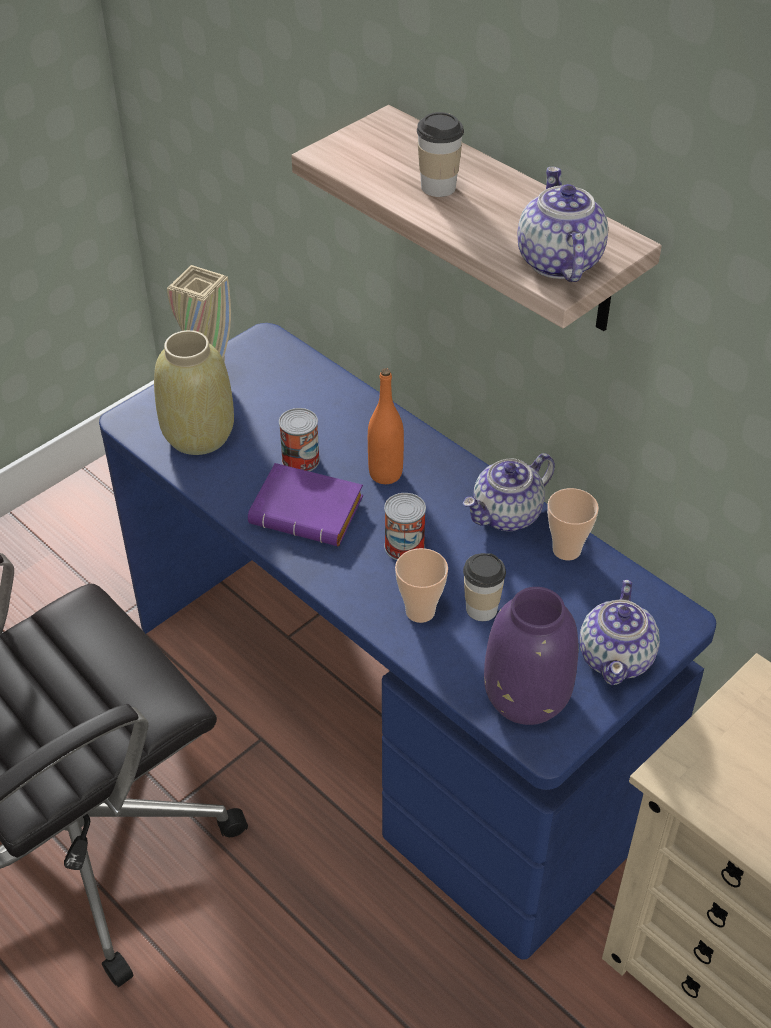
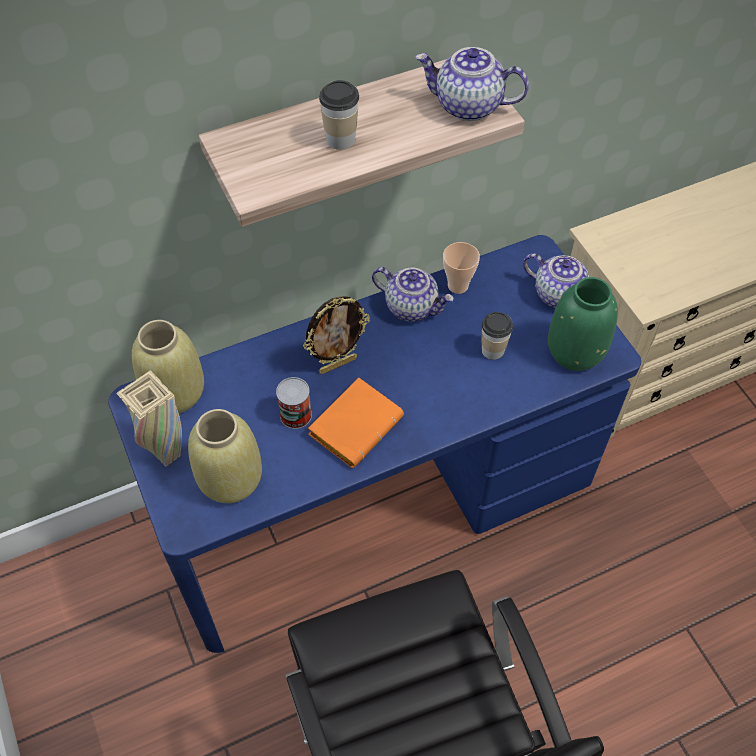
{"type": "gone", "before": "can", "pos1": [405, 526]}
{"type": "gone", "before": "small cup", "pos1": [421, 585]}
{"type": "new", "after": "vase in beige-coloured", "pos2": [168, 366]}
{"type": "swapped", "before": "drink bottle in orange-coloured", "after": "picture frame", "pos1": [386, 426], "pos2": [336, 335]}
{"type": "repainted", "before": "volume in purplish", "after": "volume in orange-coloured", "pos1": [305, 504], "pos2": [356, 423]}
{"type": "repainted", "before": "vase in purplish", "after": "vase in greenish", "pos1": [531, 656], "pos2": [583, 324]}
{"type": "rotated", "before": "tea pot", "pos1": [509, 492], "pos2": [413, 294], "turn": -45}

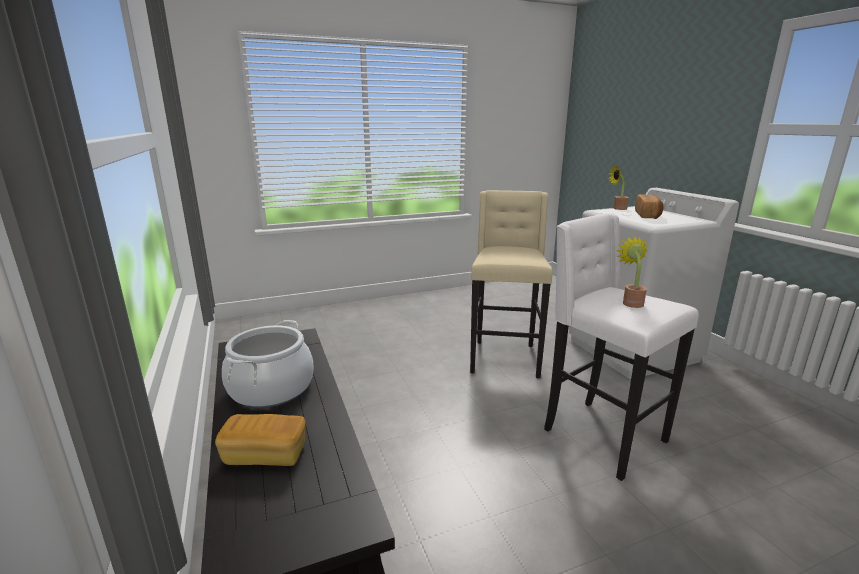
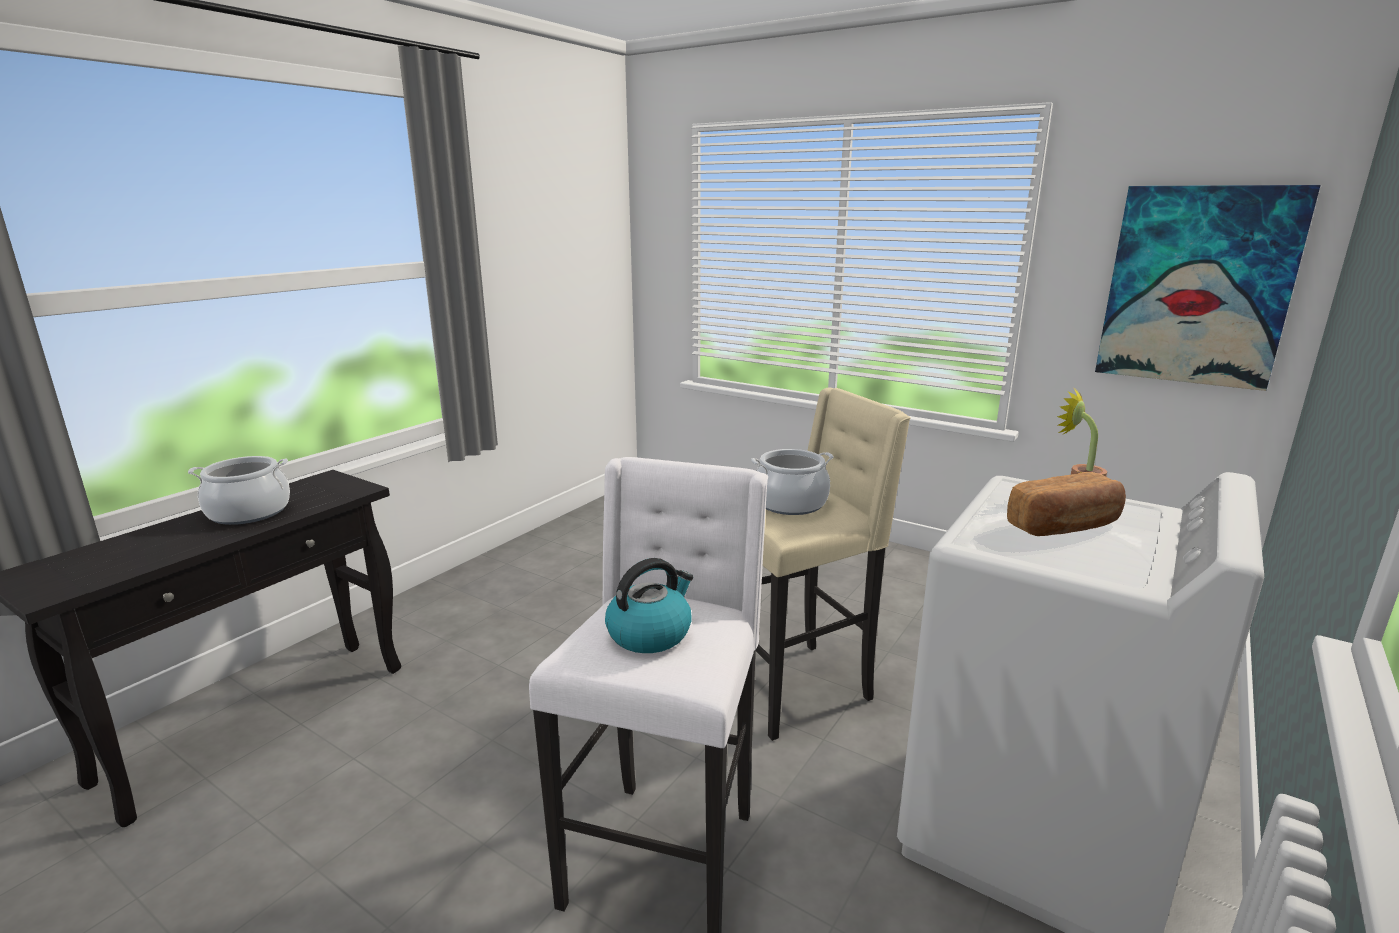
{"type": "gone", "before": "bakery bread", "pos1": [260, 440]}
{"type": "new", "after": "cooking pot", "pos2": [792, 482]}
{"type": "new", "after": "picture", "pos2": [1208, 288]}
{"type": "swapped", "before": "potted plant", "after": "water kettle", "pos1": [631, 272], "pos2": [649, 605]}

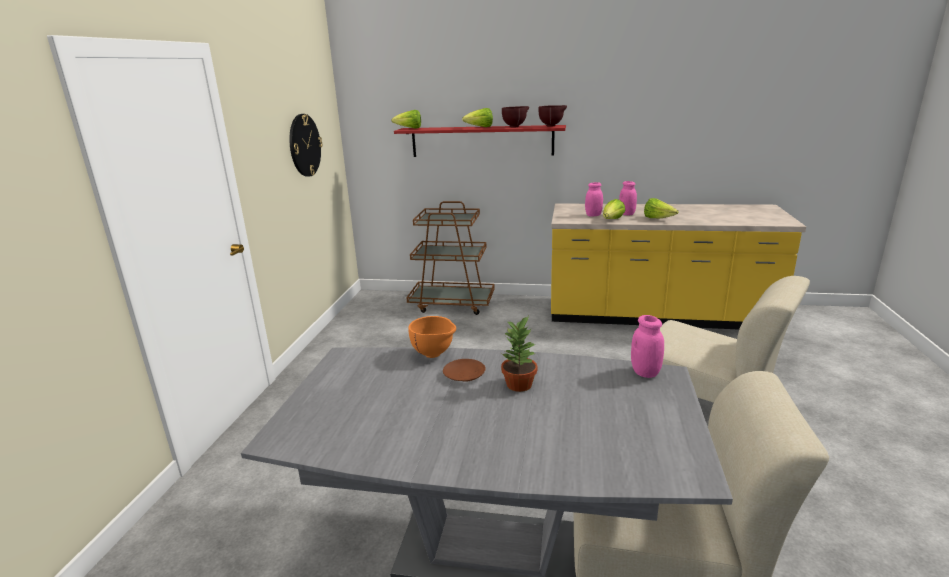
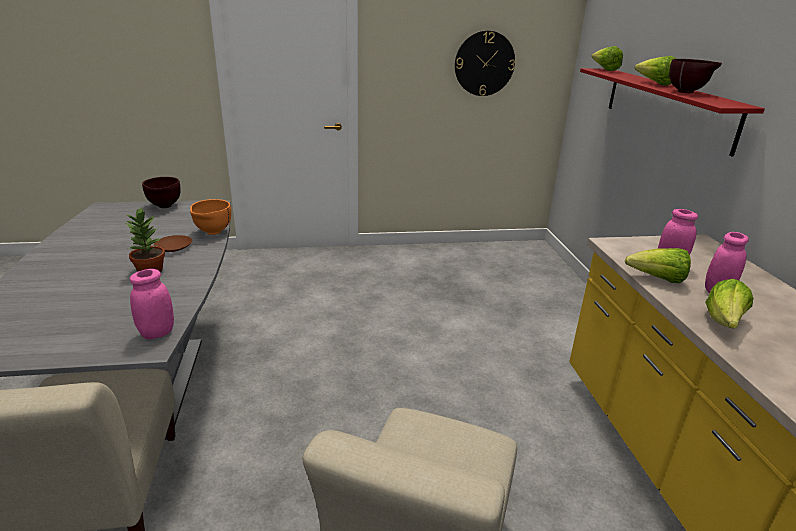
{"type": "gone", "before": "wheeled cart in brown", "pos1": [450, 258]}
{"type": "shifted", "before": "deep dish in brown", "pos1": [552, 116], "pos2": [161, 192]}

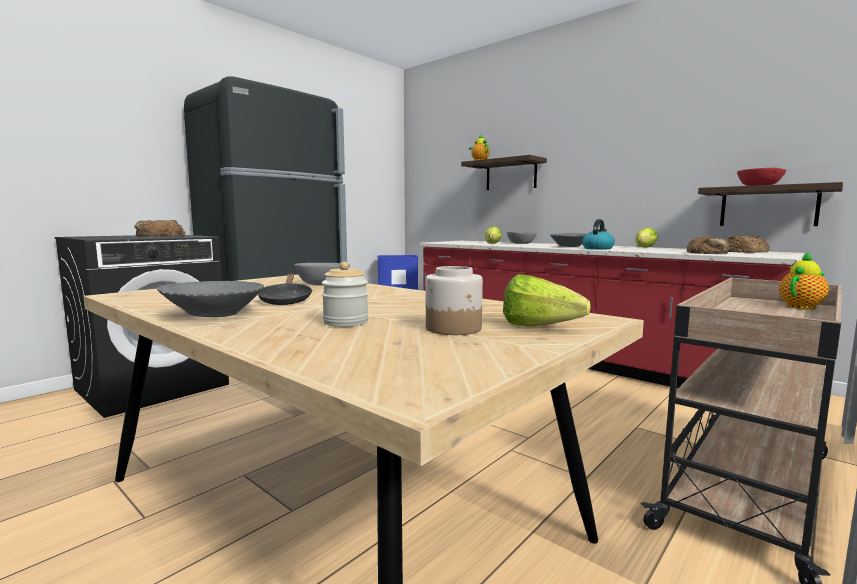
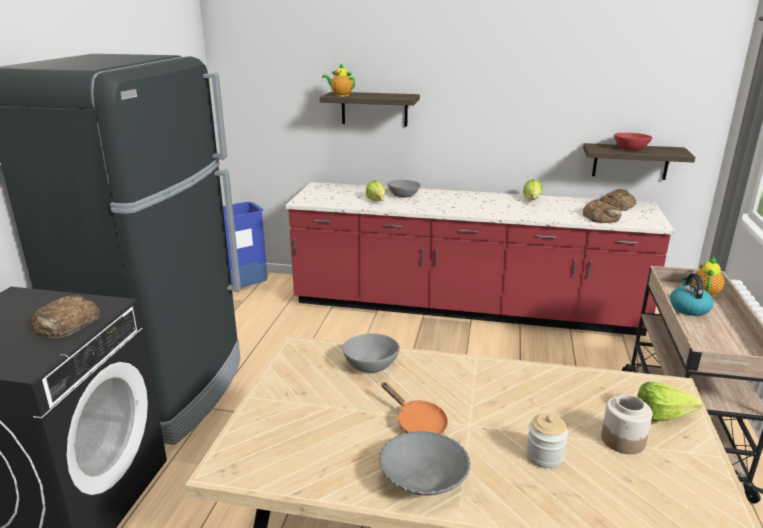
{"type": "gone", "before": "deep dish in gray", "pos1": [568, 240]}
{"type": "shifted", "before": "water kettle", "pos1": [598, 234], "pos2": [691, 294]}
{"type": "repainted", "before": "frying pan in blackish", "after": "frying pan in orange-coloured", "pos1": [285, 289], "pos2": [414, 408]}

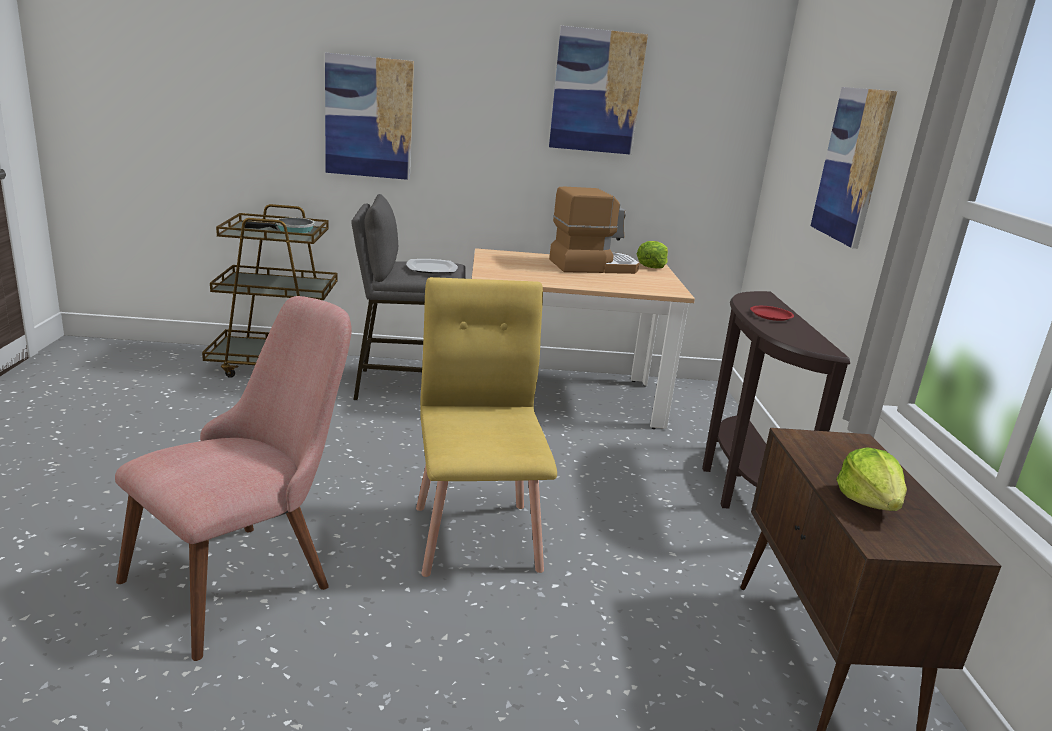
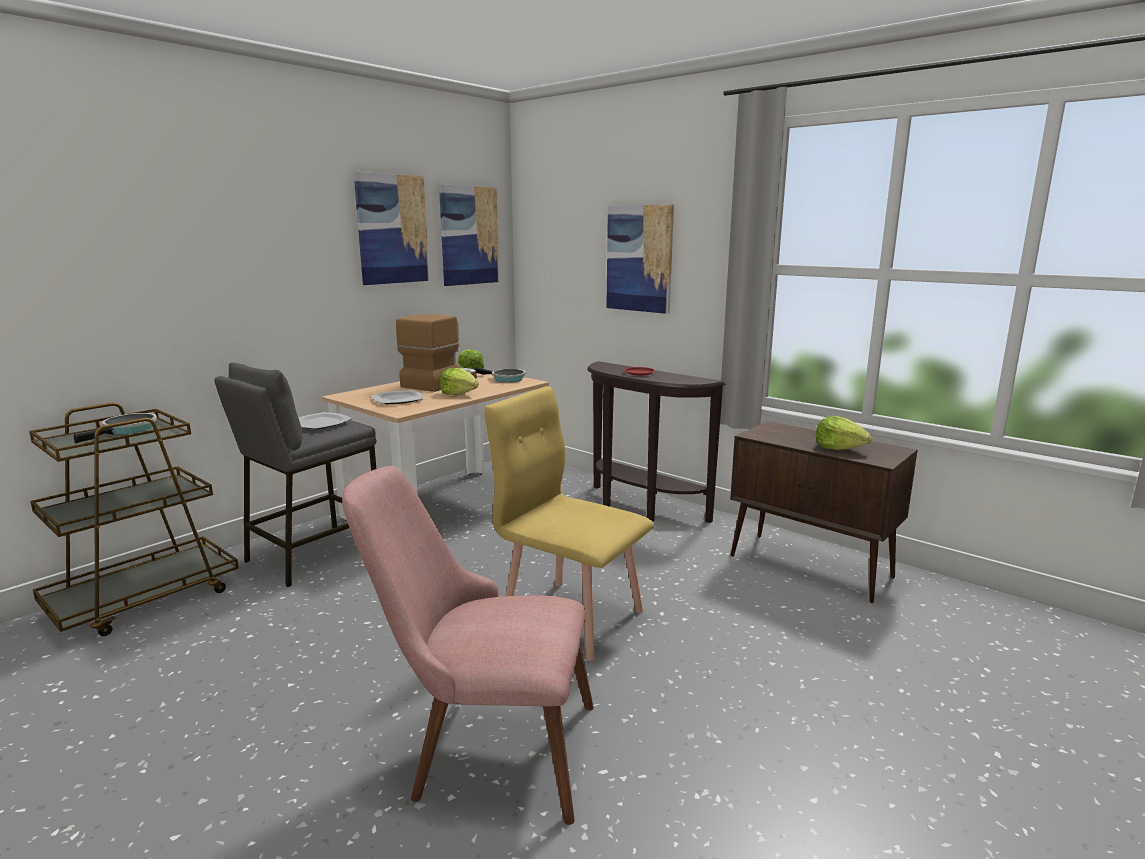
{"type": "new", "after": "flat dish", "pos2": [398, 397]}
{"type": "new", "after": "head of lettuce", "pos2": [459, 381]}
{"type": "new", "after": "frying pan", "pos2": [500, 375]}
{"type": "shifted", "before": "picture", "pos1": [369, 116], "pos2": [469, 235]}
{"type": "rotated", "before": "upright chair in pink", "pos1": [233, 478], "pos2": [468, 645], "turn": -75}

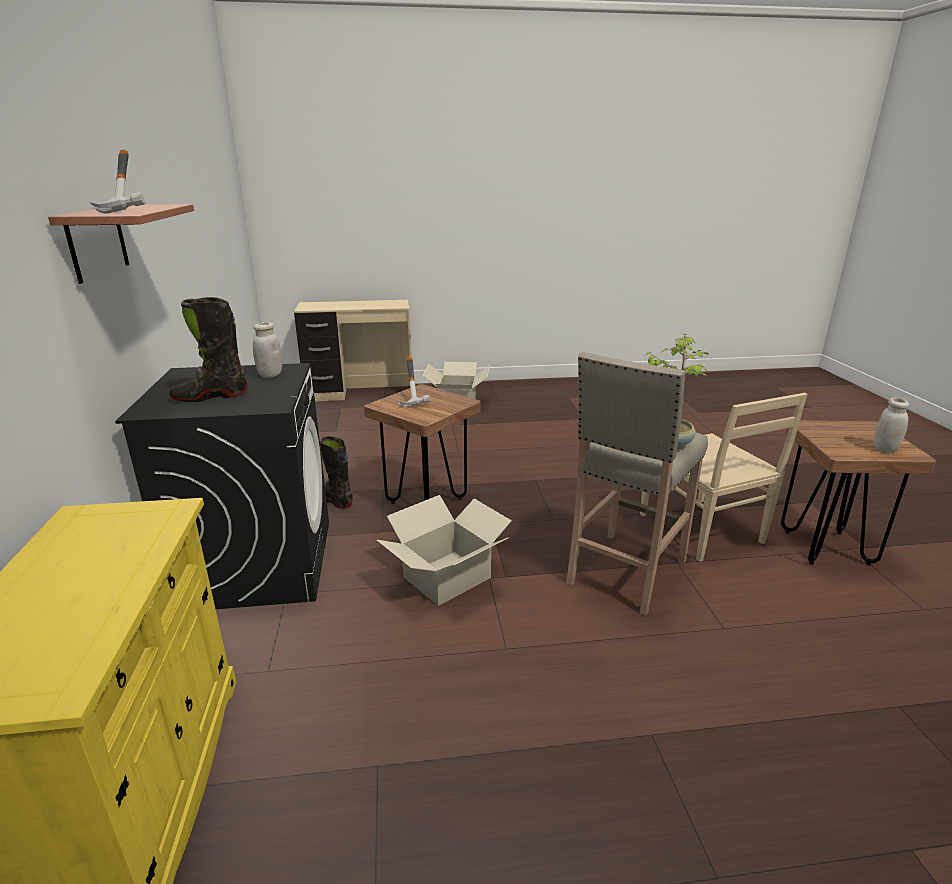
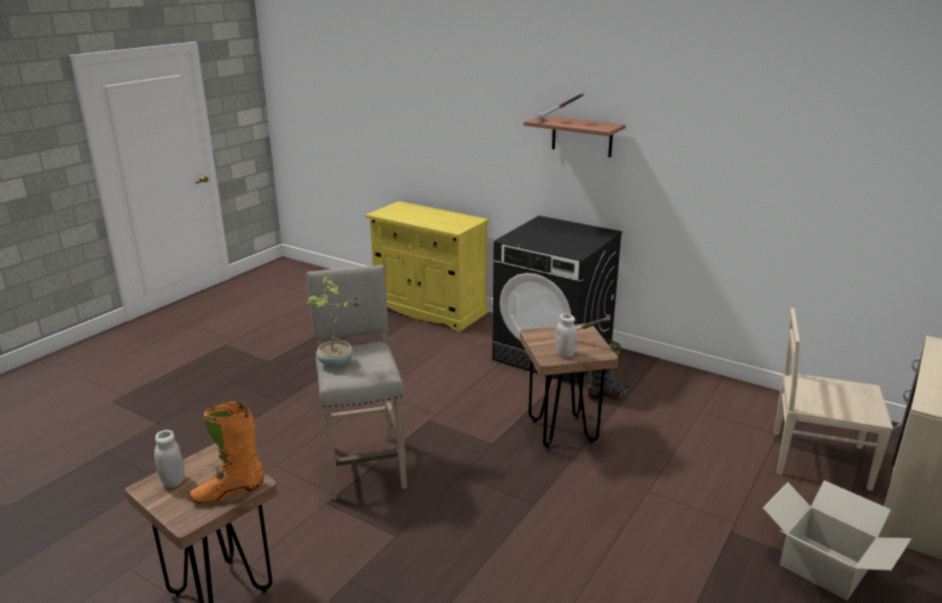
{"type": "gone", "before": "tall boot in blackish", "pos1": [207, 349]}
{"type": "gone", "before": "cardboard box", "pos1": [444, 550]}
{"type": "new", "after": "tall boot in orange-coloured", "pos2": [226, 453]}
{"type": "shifted", "before": "preserve jar in white-coloured", "pos1": [267, 350], "pos2": [566, 335]}
{"type": "shifted", "before": "upright chair in beige-coloured", "pos1": [724, 477], "pos2": [833, 399]}

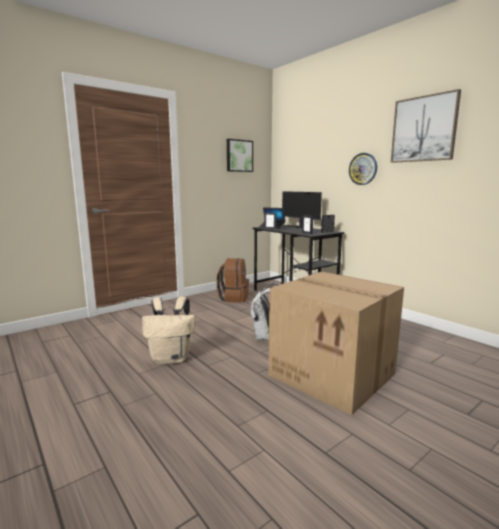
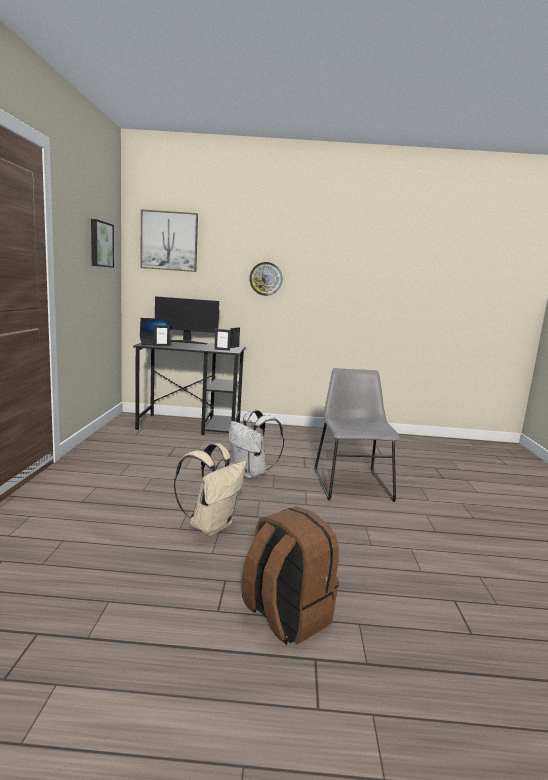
{"type": "shifted", "before": "backpack in brown", "pos1": [232, 280], "pos2": [290, 575]}
{"type": "shifted", "before": "picture", "pos1": [426, 126], "pos2": [169, 240]}
{"type": "swapped", "before": "cardboard box", "after": "upright chair in gray", "pos1": [336, 343], "pos2": [357, 435]}

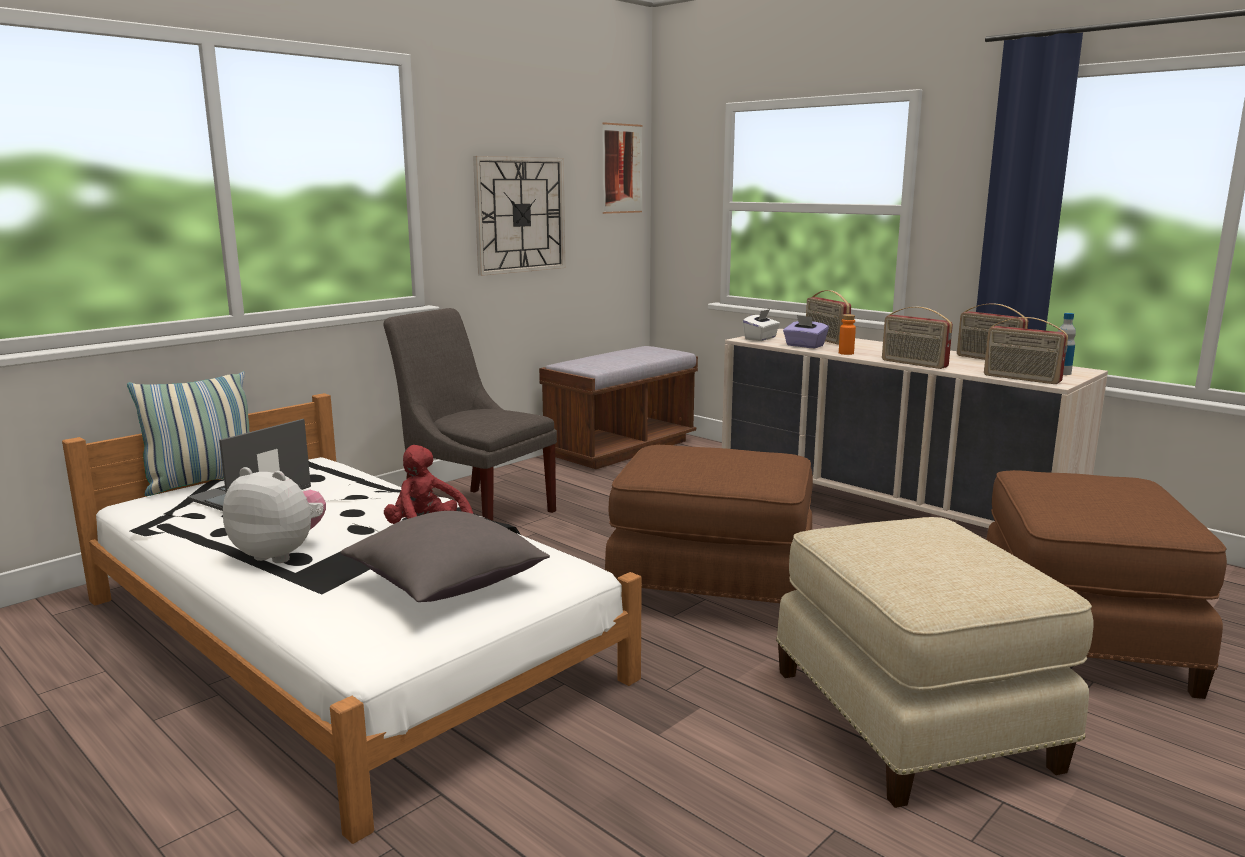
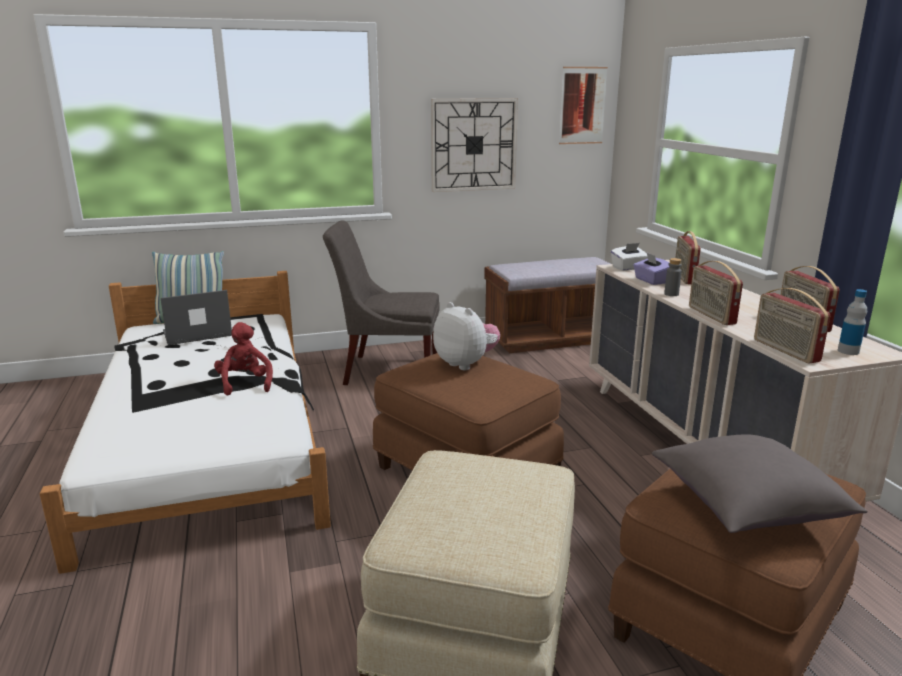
{"type": "shifted", "before": "plush toy", "pos1": [274, 515], "pos2": [466, 336]}
{"type": "shifted", "before": "pillow in gray", "pos1": [445, 556], "pos2": [759, 483]}
{"type": "repainted", "before": "drink bottle in orange-coloured", "after": "drink bottle in gray", "pos1": [847, 334], "pos2": [673, 277]}
{"type": "rotated", "before": "upright chair in gray", "pos1": [470, 414], "pos2": [381, 302], "turn": -60}

